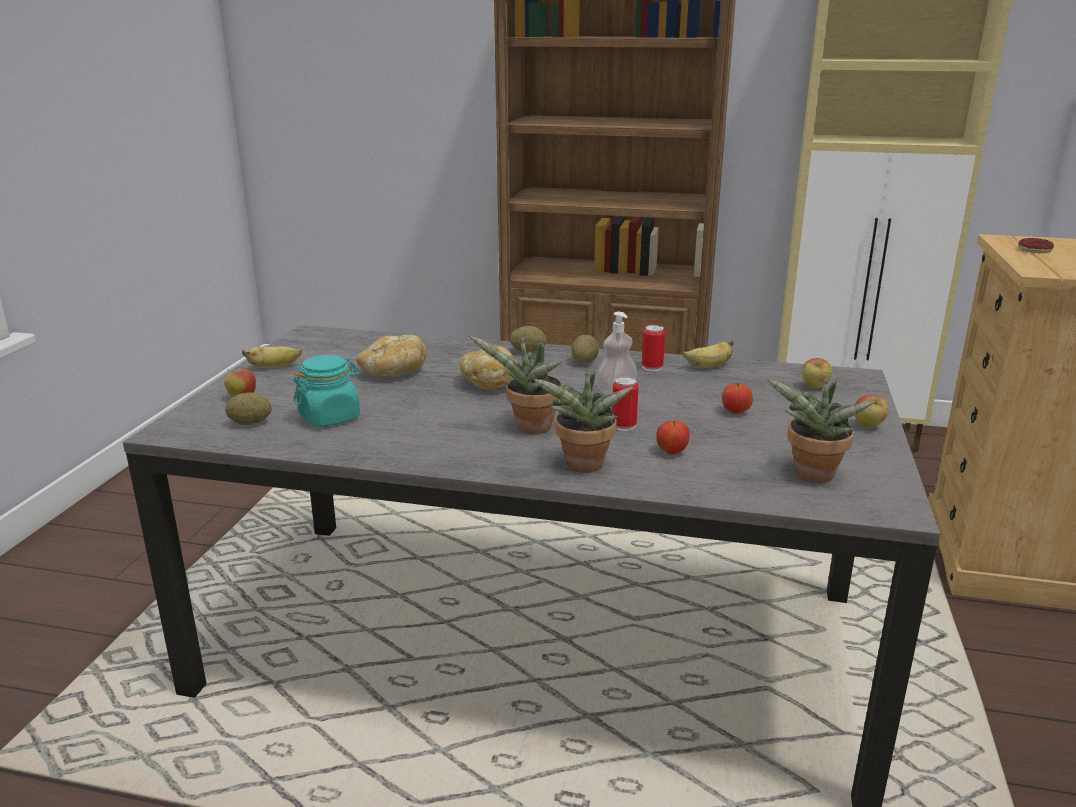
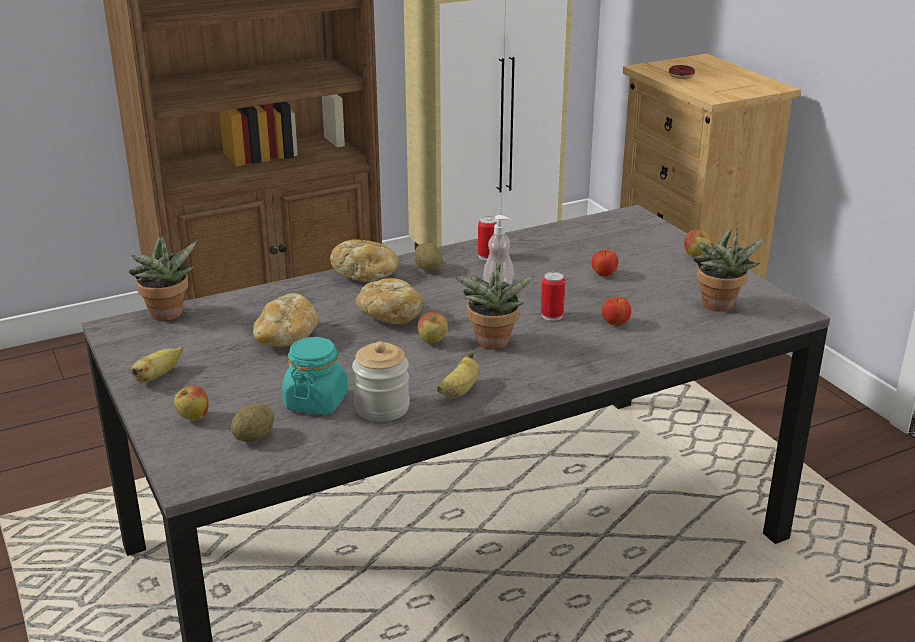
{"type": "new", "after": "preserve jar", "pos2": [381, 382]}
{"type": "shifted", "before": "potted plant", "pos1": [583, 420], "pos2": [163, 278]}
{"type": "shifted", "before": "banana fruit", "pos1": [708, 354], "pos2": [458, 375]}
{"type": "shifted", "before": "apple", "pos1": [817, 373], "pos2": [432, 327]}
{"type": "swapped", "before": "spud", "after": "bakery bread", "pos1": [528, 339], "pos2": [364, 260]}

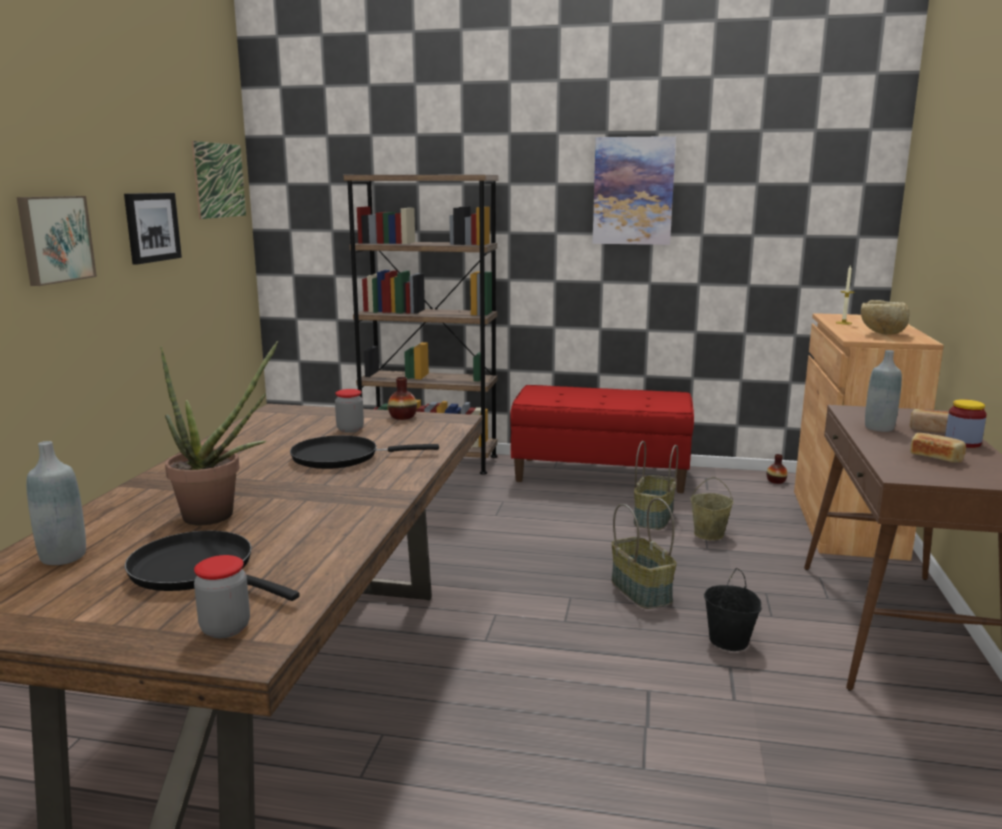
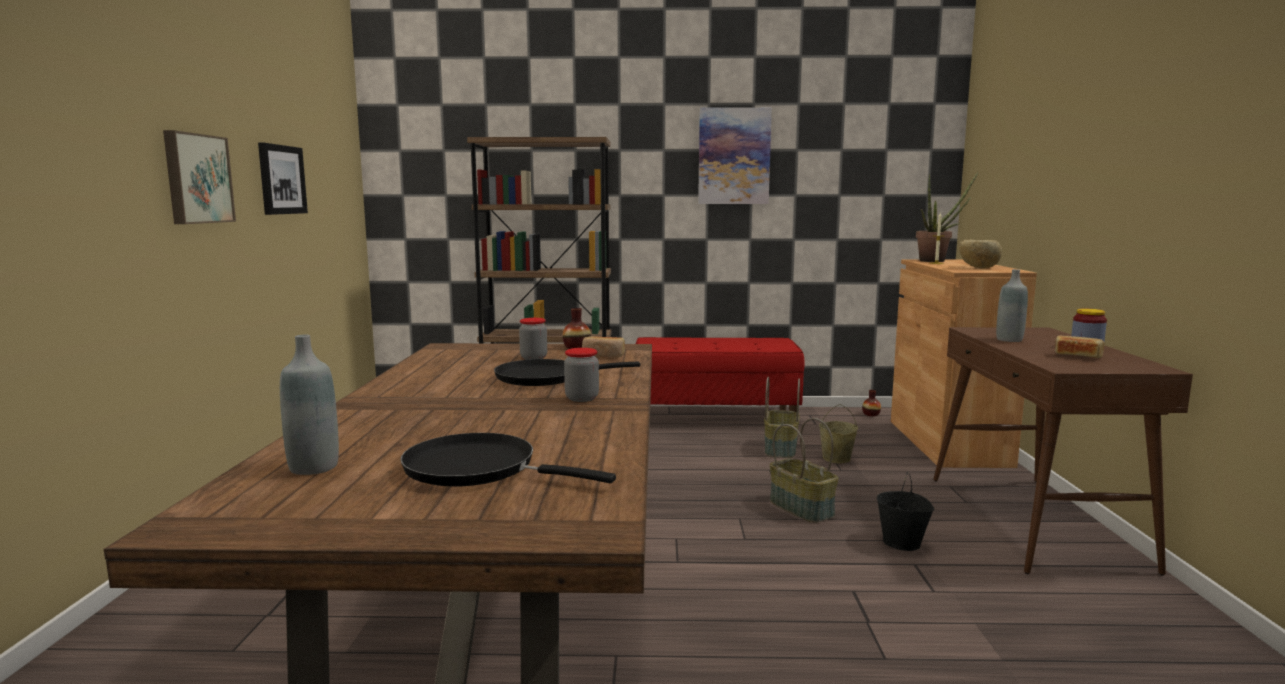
{"type": "gone", "before": "picture", "pos1": [219, 180]}
{"type": "shifted", "before": "potted plant", "pos1": [219, 433], "pos2": [947, 217]}
{"type": "shifted", "before": "preserve jar", "pos1": [222, 596], "pos2": [581, 375]}
{"type": "shifted", "before": "bakery bread", "pos1": [929, 421], "pos2": [603, 346]}

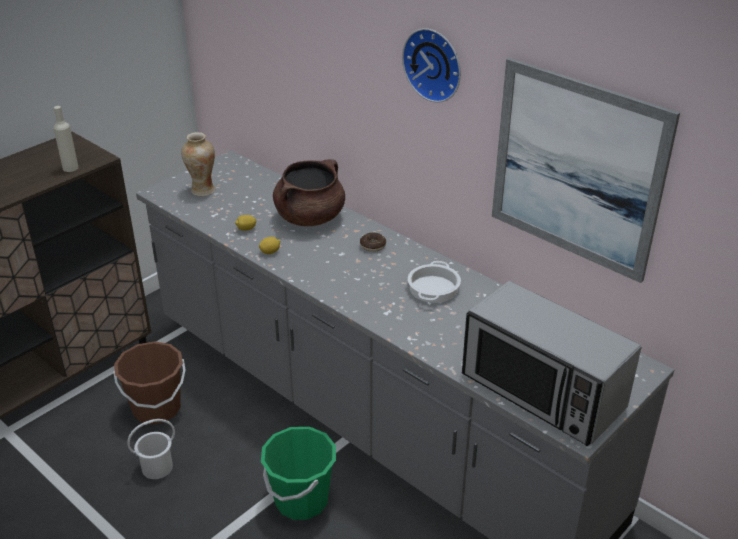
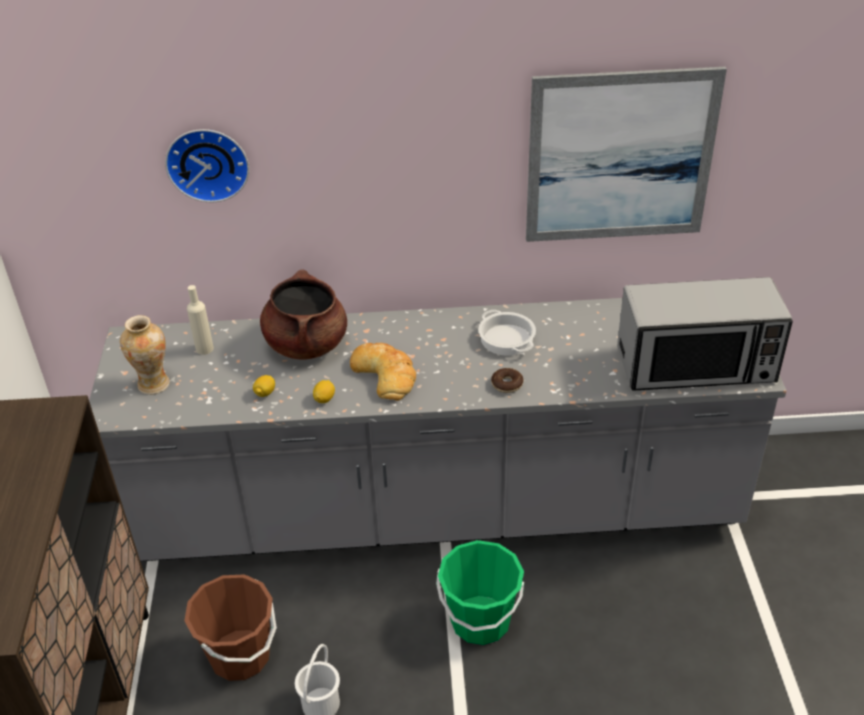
{"type": "new", "after": "bakery bread", "pos2": [383, 372]}
{"type": "shifted", "before": "drink bottle in beige-coloured", "pos1": [66, 139], "pos2": [200, 320]}
{"type": "shifted", "before": "doughnut", "pos1": [373, 242], "pos2": [507, 380]}
{"type": "shifted", "before": "hanging clock", "pos1": [431, 65], "pos2": [207, 165]}

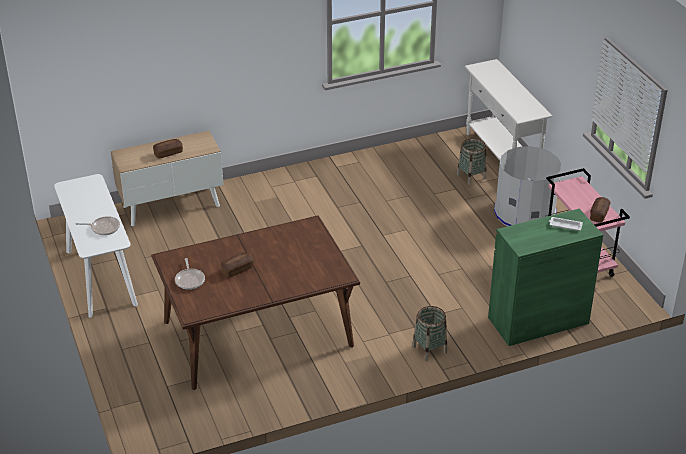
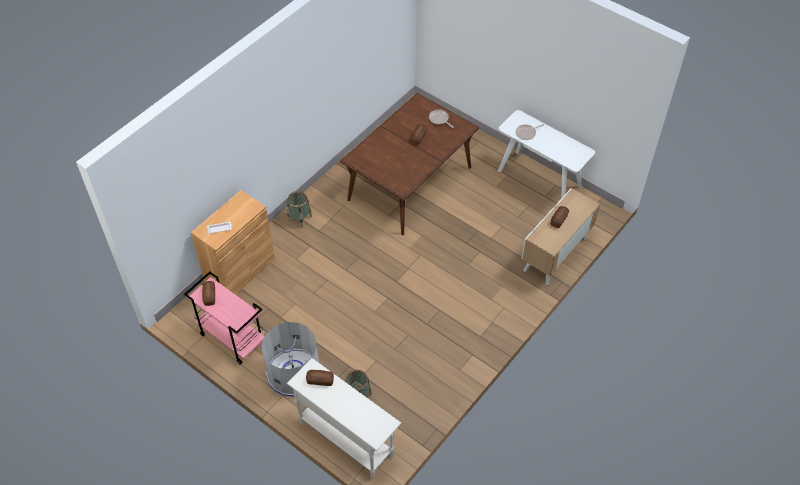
{"type": "new", "after": "bakery bread", "pos2": [320, 378]}
{"type": "repainted", "before": "cabinet in greenish", "after": "cabinet in brown", "pos1": [545, 277], "pos2": [233, 242]}

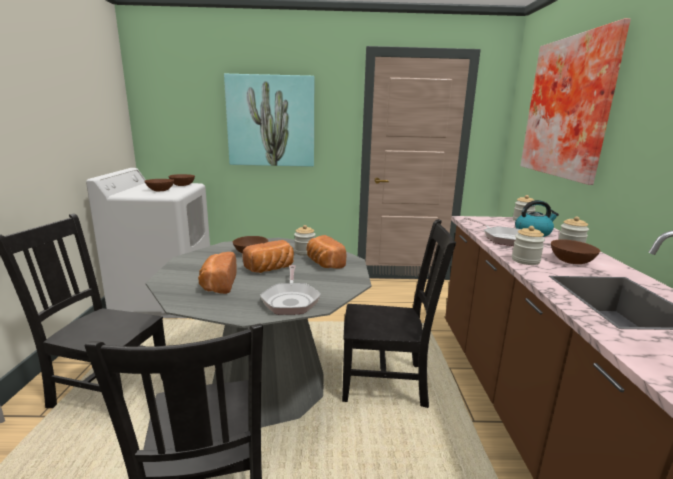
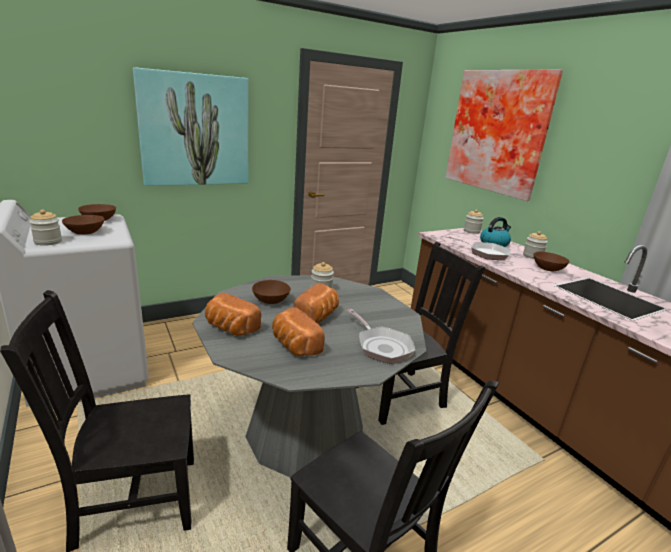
{"type": "shifted", "before": "bakery bread", "pos1": [326, 252], "pos2": [233, 314]}
{"type": "shifted", "before": "preserve jar", "pos1": [528, 245], "pos2": [45, 228]}

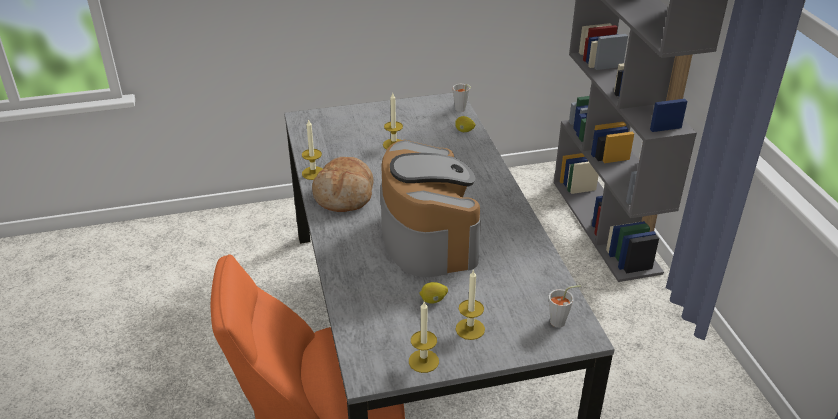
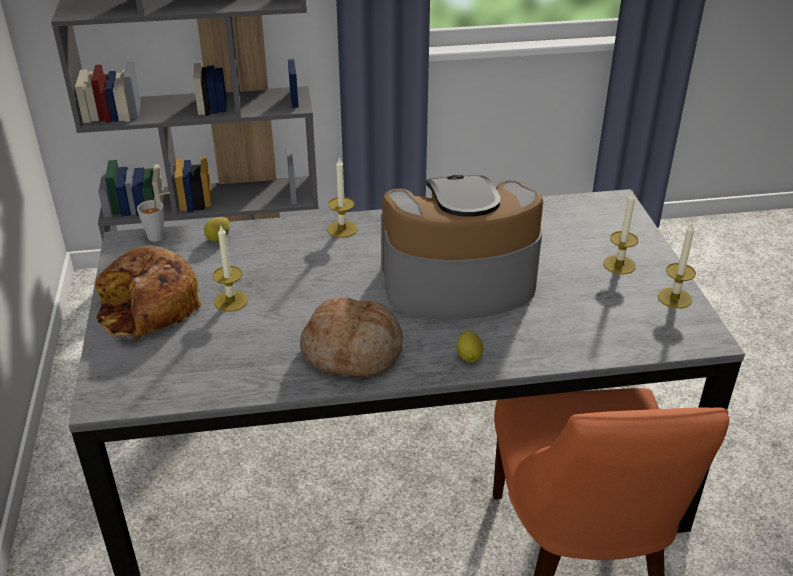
{"type": "gone", "before": "small cup in gray", "pos1": [565, 306]}
{"type": "new", "after": "bakery bread", "pos2": [148, 292]}
{"type": "shifted", "before": "wax candle", "pos1": [312, 149], "pos2": [342, 197]}
{"type": "shifted", "before": "citrus fruit", "pos1": [433, 293], "pos2": [470, 346]}

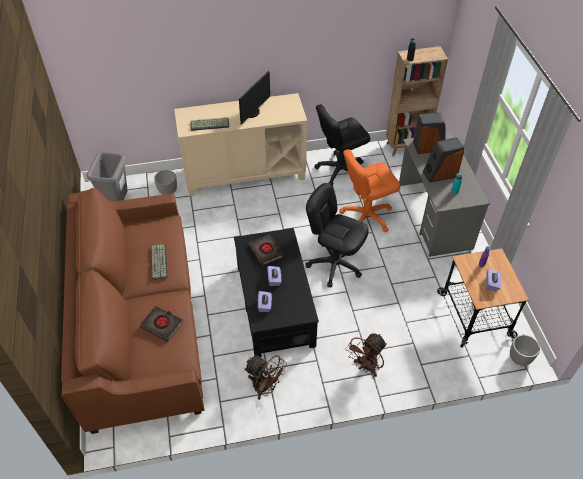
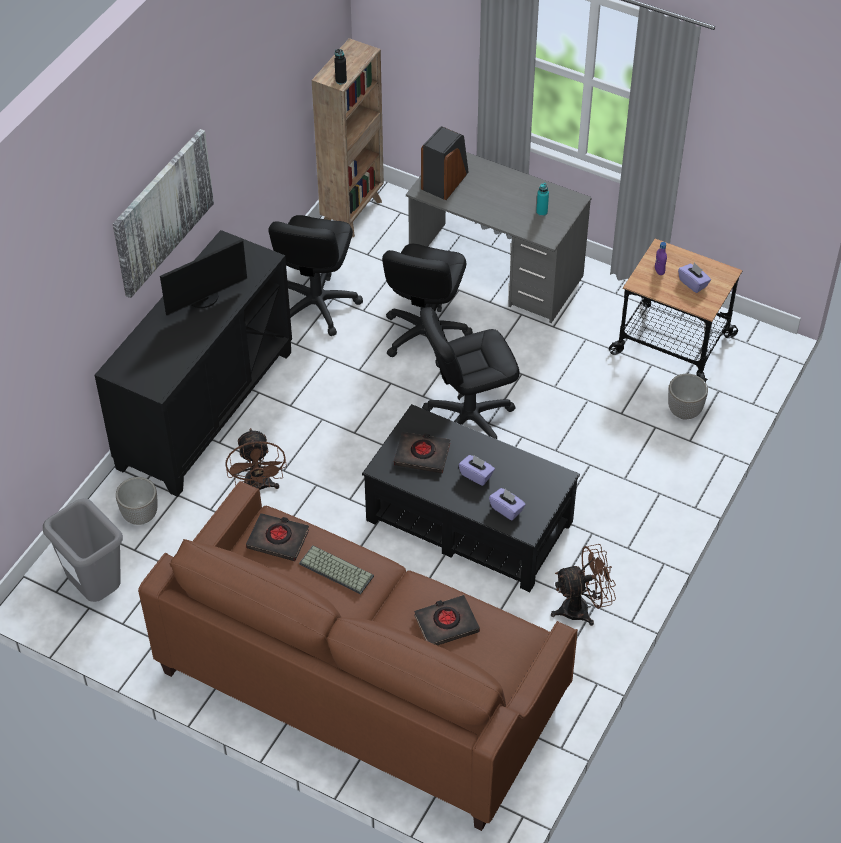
{"type": "gone", "before": "computer keyboard", "pos1": [210, 124]}
{"type": "gone", "before": "loudspeaker", "pos1": [443, 160]}
{"type": "new", "after": "picture", "pos2": [163, 213]}
{"type": "new", "after": "volume in blackish", "pos2": [277, 537]}
{"type": "shifted", "before": "electric fan in brown", "pos1": [366, 355], "pos2": [256, 459]}
{"type": "shifted", "before": "plant pot", "pos1": [525, 350], "pos2": [688, 397]}
{"type": "repainted", "before": "cabinet in beige-coloured", "after": "cabinet in blackish", "pos1": [240, 144], "pos2": [193, 363]}
{"type": "repainted", "before": "desk chair in orange-coloured", "after": "desk chair in blackish", "pos1": [369, 190], "pos2": [427, 305]}
{"type": "rotated", "before": "computer display", "pos1": [254, 97], "pos2": [203, 277], "turn": 75}

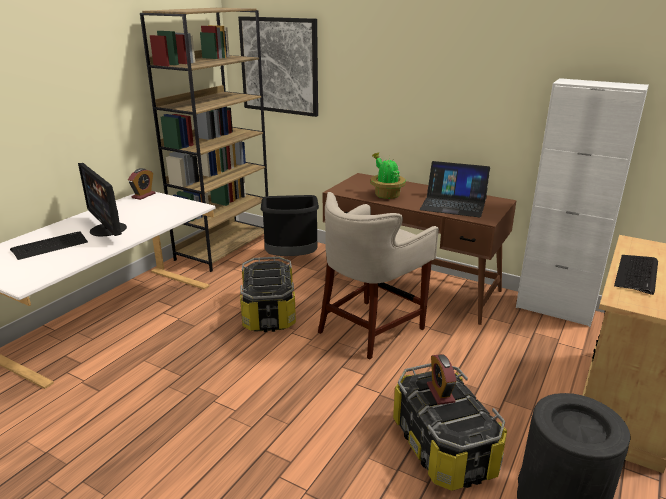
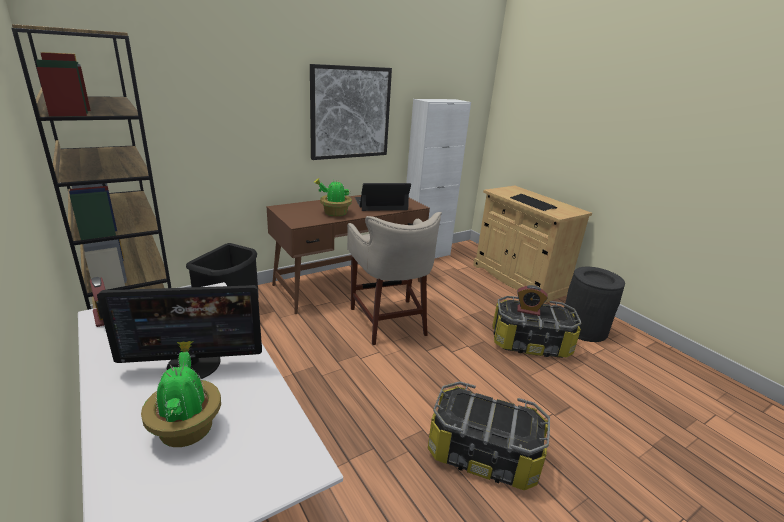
{"type": "shifted", "before": "picture", "pos1": [278, 66], "pos2": [351, 112]}
{"type": "shifted", "before": "storage container", "pos1": [268, 294], "pos2": [489, 435]}
{"type": "swapped", "before": "computer keyboard", "after": "potted plant", "pos1": [49, 245], "pos2": [181, 394]}
{"type": "rotated", "before": "laptop", "pos1": [455, 189], "pos2": [383, 197], "turn": -150}

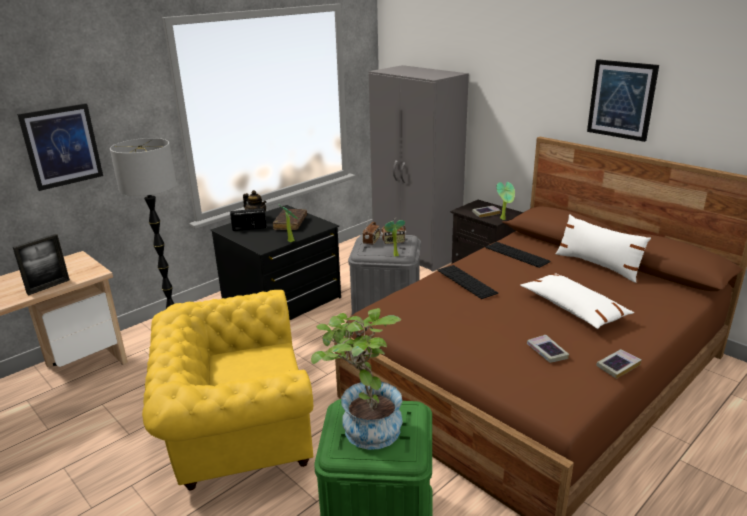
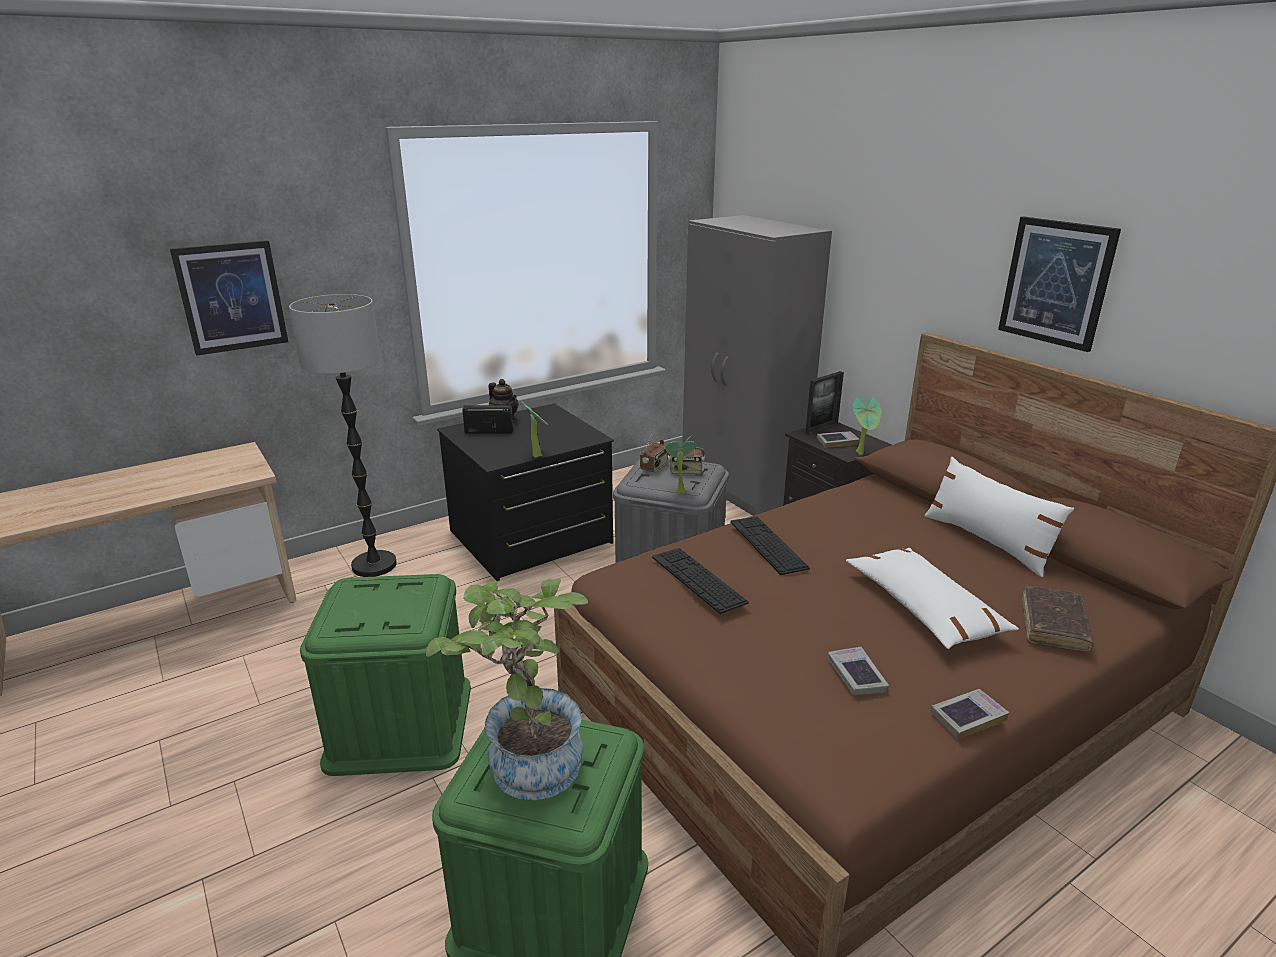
{"type": "shifted", "before": "picture frame", "pos1": [41, 264], "pos2": [824, 403]}
{"type": "shifted", "before": "volume in brown", "pos1": [290, 219], "pos2": [1057, 619]}
{"type": "shifted", "before": "computer keyboard", "pos1": [518, 255], "pos2": [700, 581]}
{"type": "swapped", "before": "easy chair in yellowish", "after": "storage container in greenish", "pos1": [227, 390], "pos2": [385, 675]}

